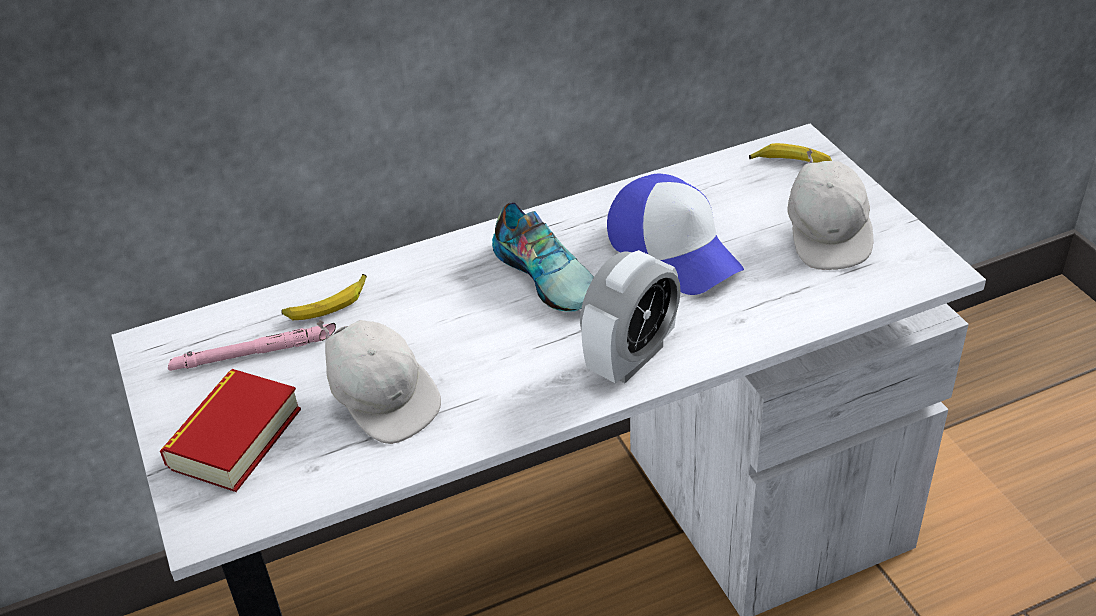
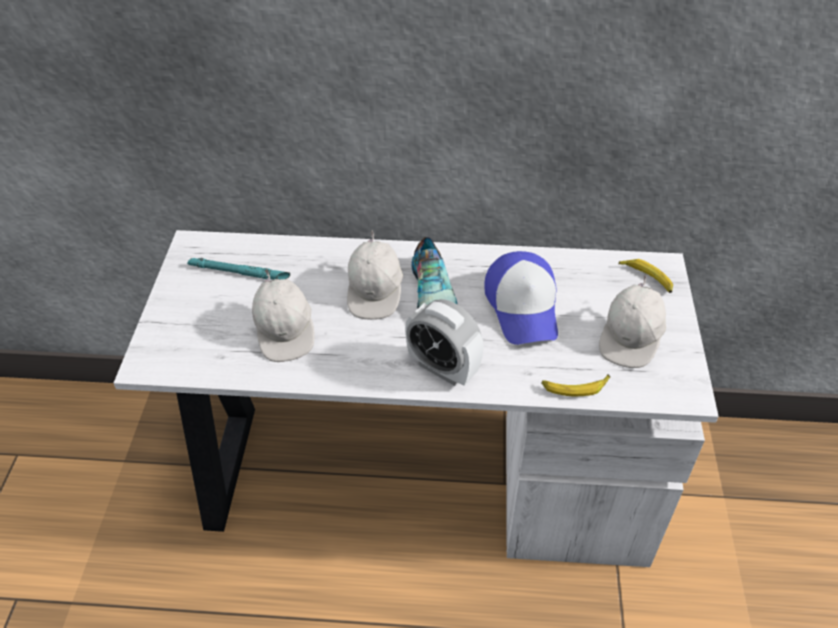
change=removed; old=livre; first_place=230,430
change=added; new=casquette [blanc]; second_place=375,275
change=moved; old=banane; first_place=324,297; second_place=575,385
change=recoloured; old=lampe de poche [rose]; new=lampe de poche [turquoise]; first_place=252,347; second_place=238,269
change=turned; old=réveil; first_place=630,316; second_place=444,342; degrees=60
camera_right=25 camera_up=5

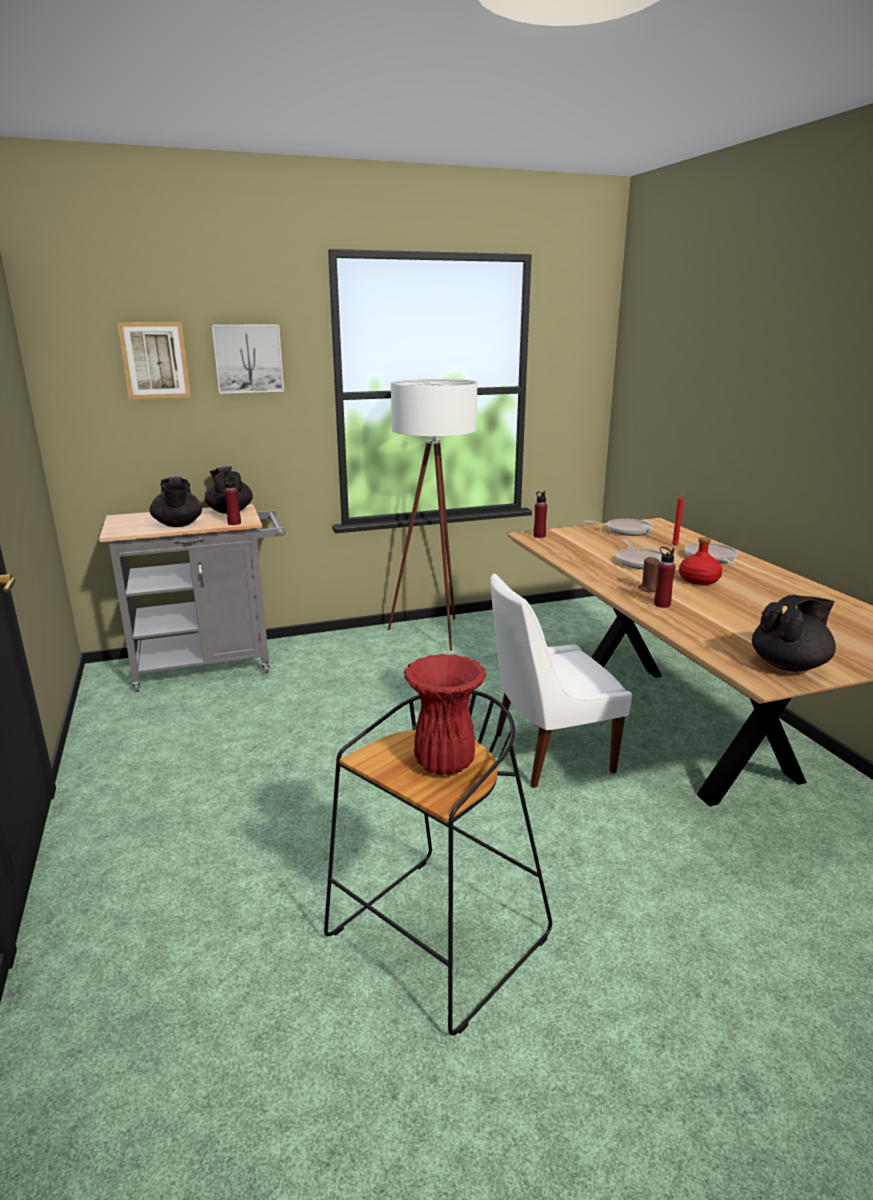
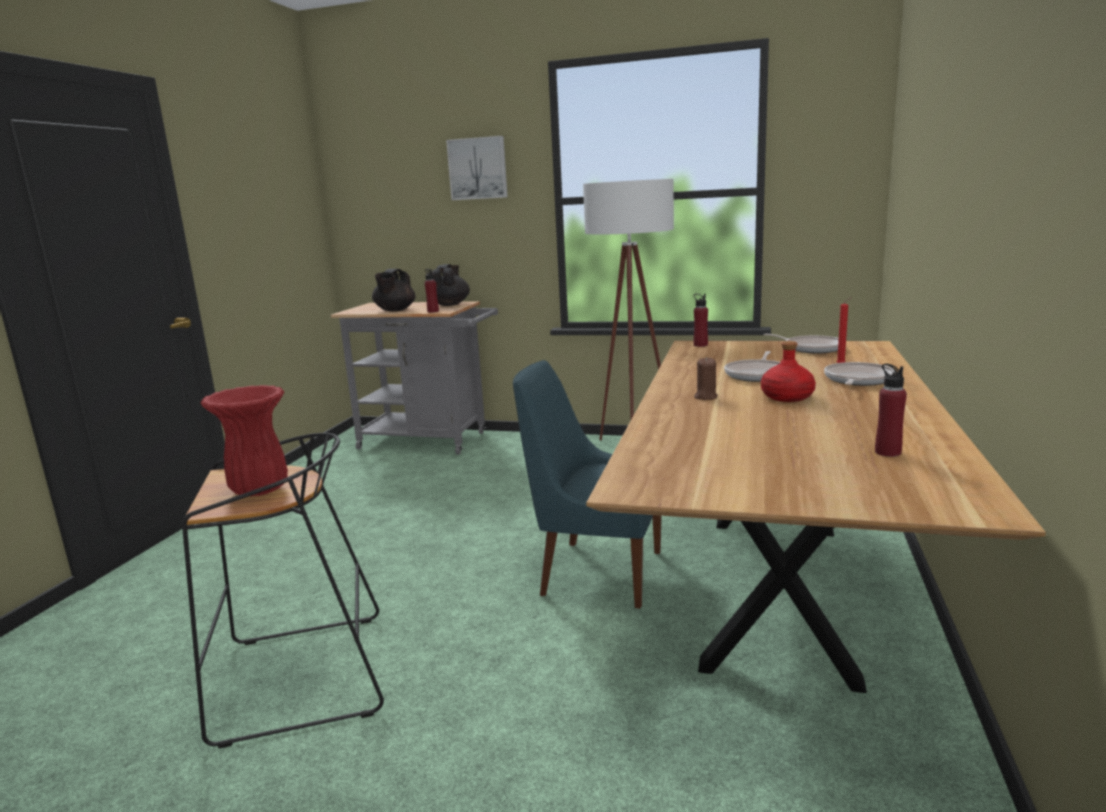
change=removed; old=tableau; first_place=154,360
change=removed; old=théière [noir]; first_place=794,633
change=moved; old=bouteille [rouge]; first_place=664,577; second_place=891,410
change=recoloured; old=chaise [blanc]; new=chaise [bleu]; first_place=561,680; second_place=587,484
camera_right=35 camera_up=-5

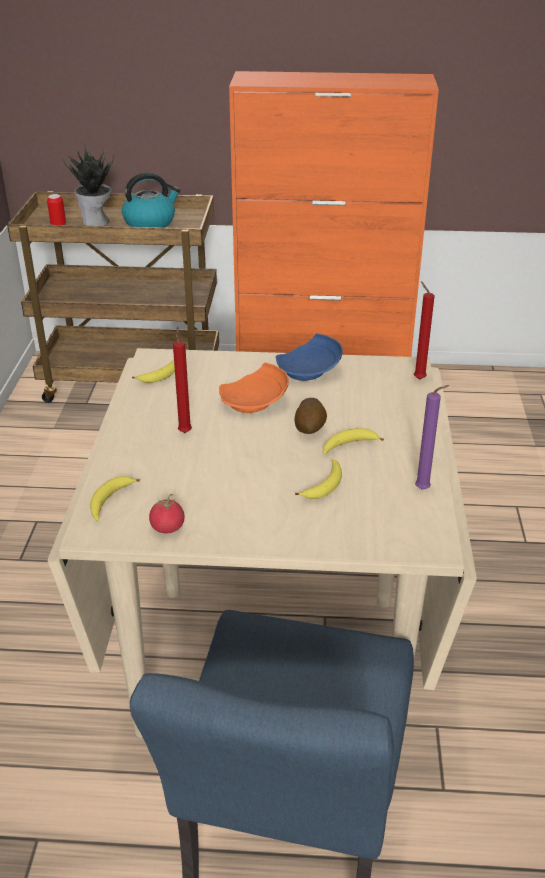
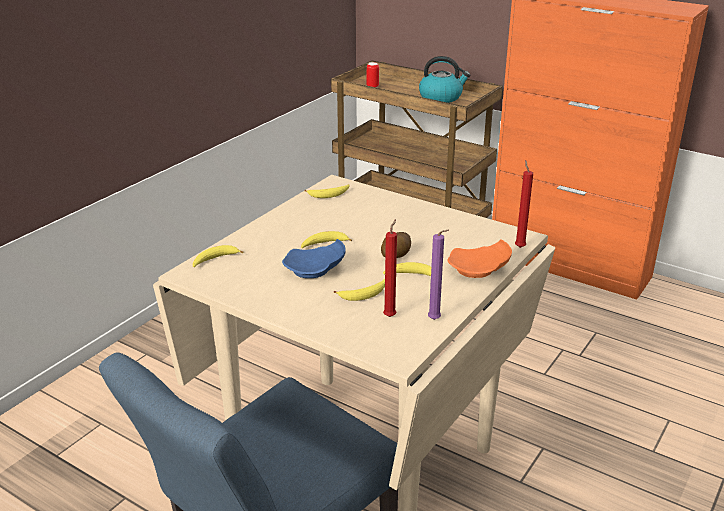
change=removed; old=plante en pot; first_place=88,184
change=removed; old=tomate; first_place=167,513
change=added; new=banane; second_place=326,239
change=moved; old=bougie [rouge]; first_place=182,380; second_place=390,268
change=moved; old=assiette [orange]; first_place=254,387; second_place=480,258
change=moved; old=assiette [bleu]; first_place=309,357; second_place=314,258
camera_right=30 camera_up=-5

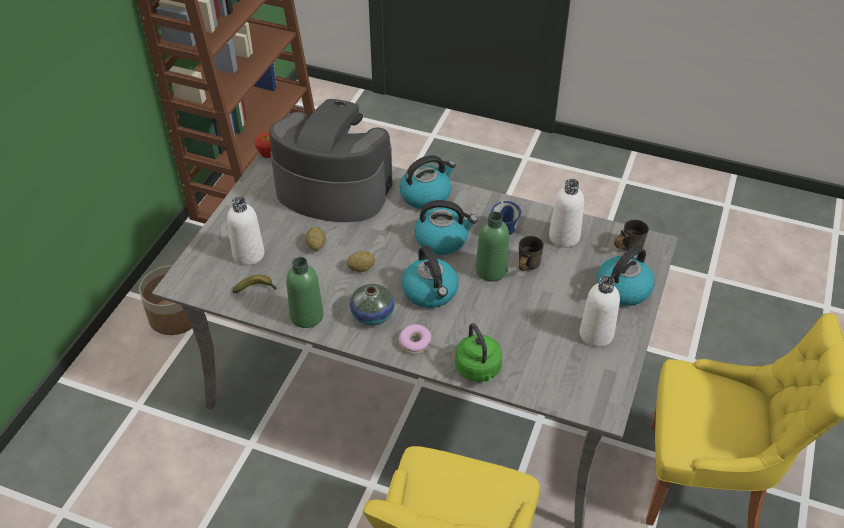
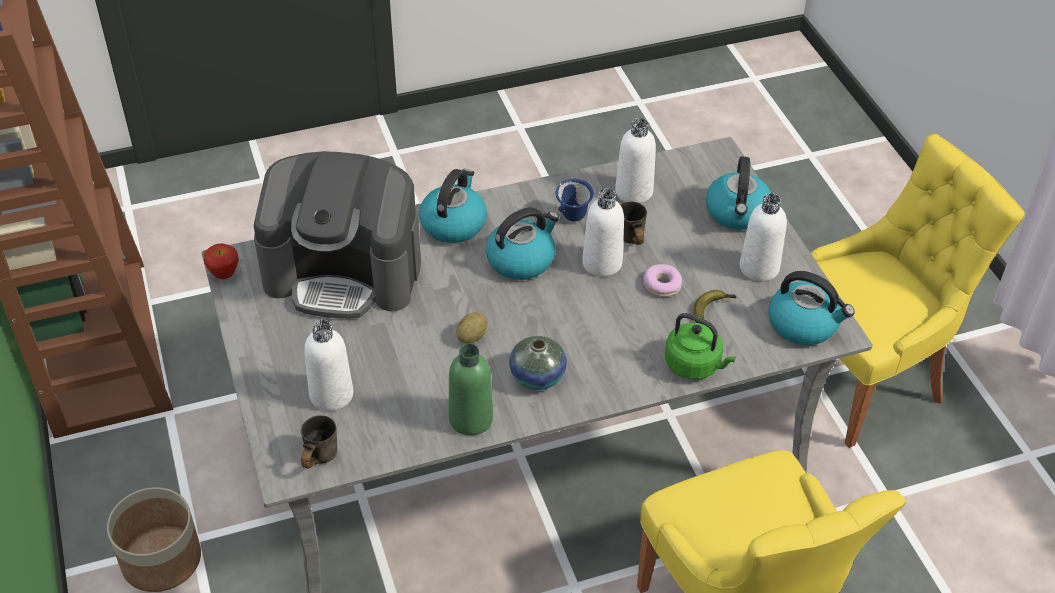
change=removed; old=pomme de terre; first_place=315,238
change=moved; old=banane; first_place=254,284; second_place=715,307
change=moved; old=beignet; first_place=415,339; second_place=663,280
change=moved; old=bouilloire; first_place=430,277; second_place=812,308
change=moved; old=mug [gris]; first_place=631,235; second_place=319,442
change=recoloured; old=bouteille [vert]; new=bouteille [blanc]; first_place=492,247; second_place=603,233
change=turned; old=machine à café; first_place=330,160; second_place=337,235; degrees=-150
camera_right=-40 camera_up=0

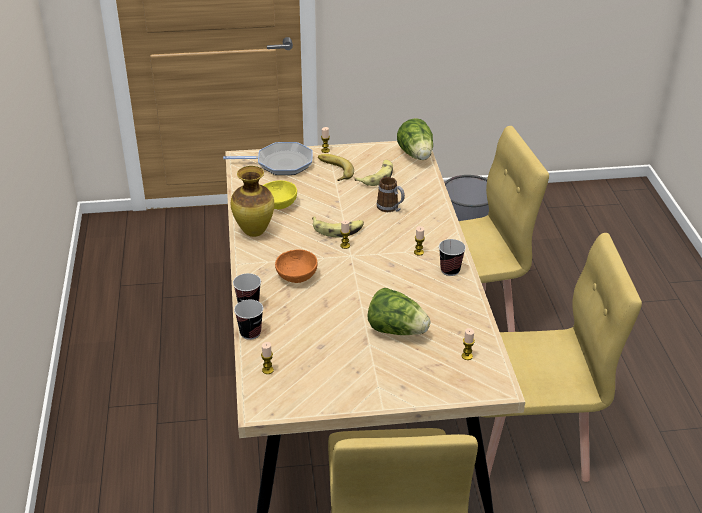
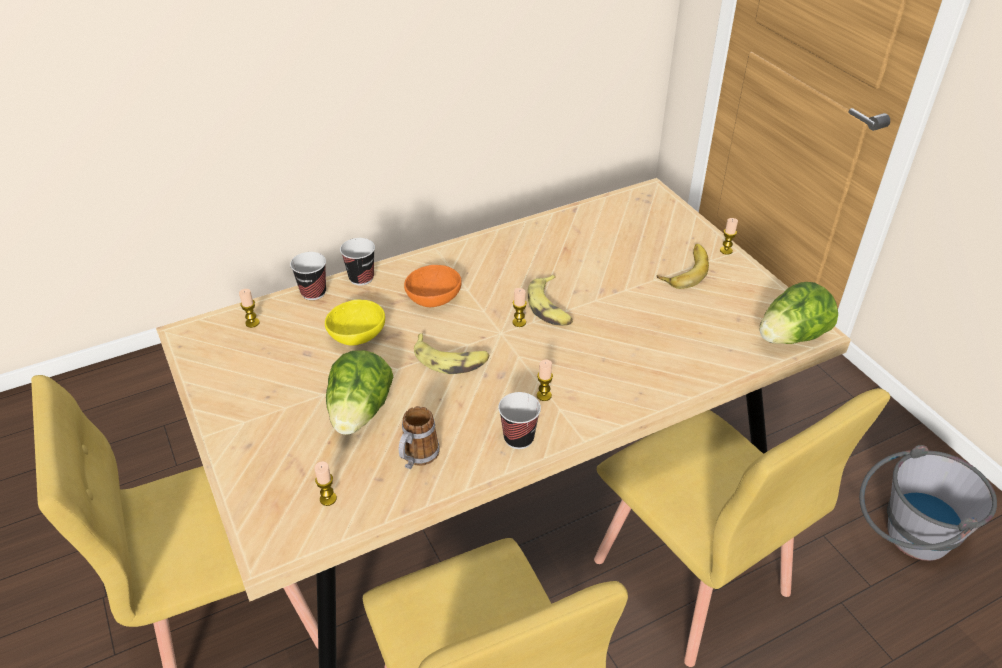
change=removed; old=poêle; first_place=268,158
change=removed; old=vase; first_place=252,201
change=moved; old=bol [jaune]; first_place=280,194; second_place=355,323
change=moved; old=banane; first_place=373,173; second_place=451,353
change=moved; old=mug; first_place=391,194; second_place=419,437
camera_right=70 camera_up=5

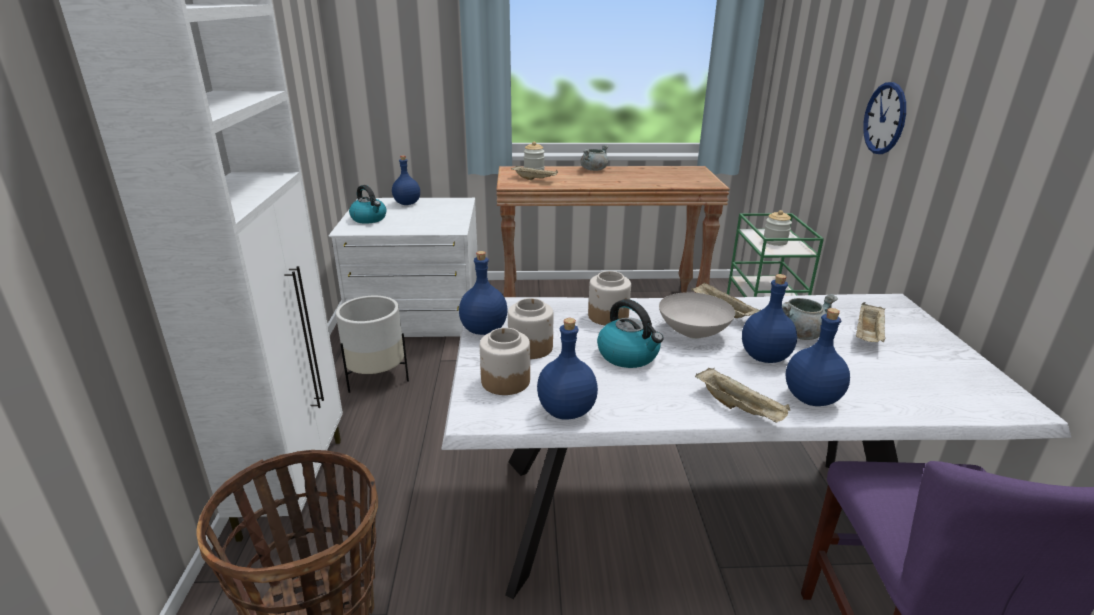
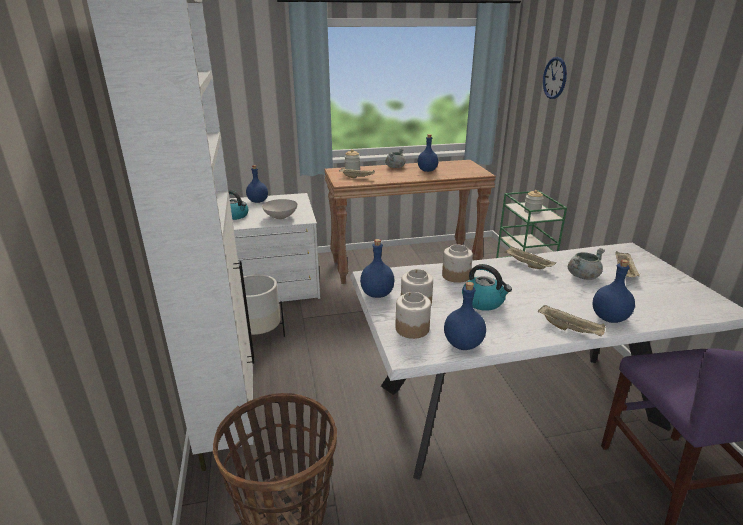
change=moved; old=bol [blanc]; first_place=697,315; second_place=280,209
change=moved; old=bouteille [bleu]; first_place=769,318; second_place=428,153
change=moved; old=horloge murale; first_place=884,118; second_place=555,78
camera_right=-10 camera_up=0

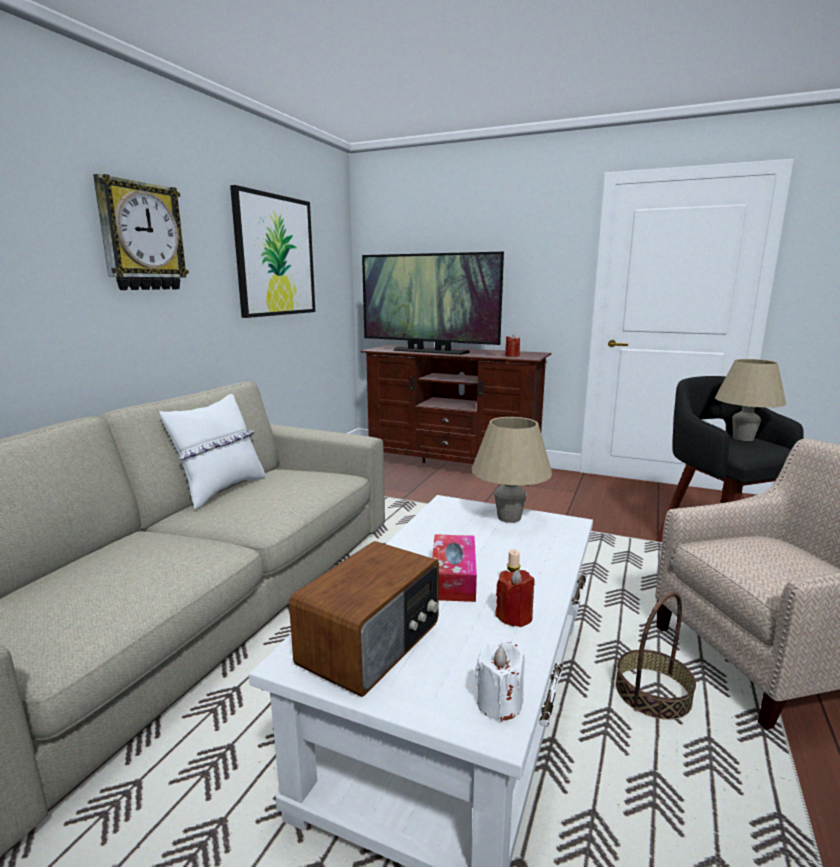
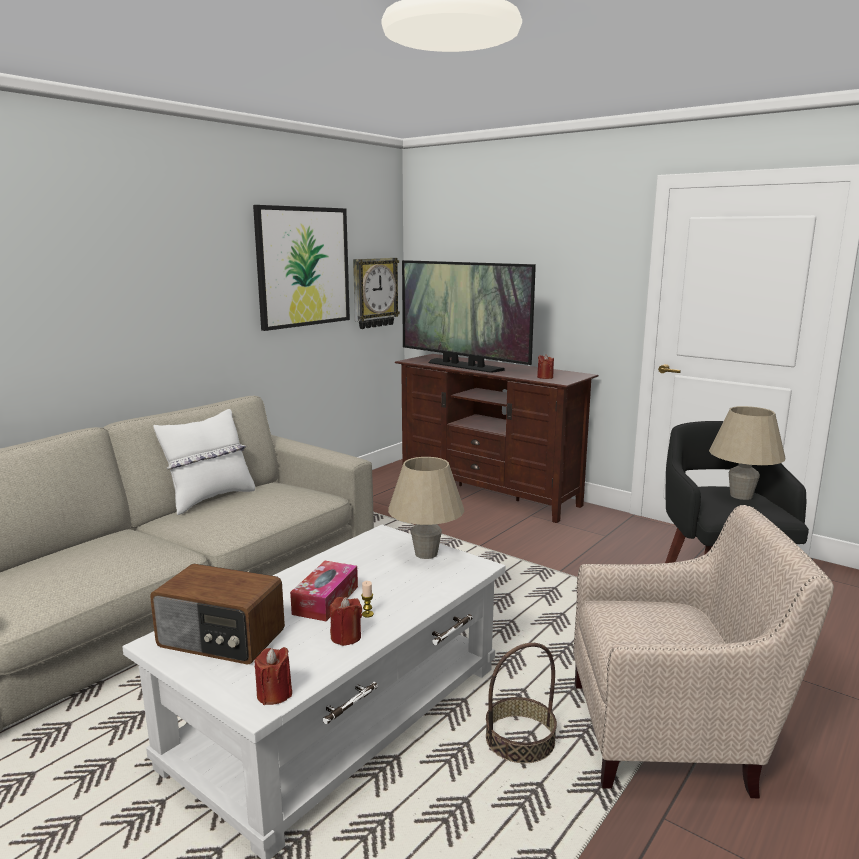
change=moved; old=horloge murale; first_place=141,232; second_place=376,293
change=recoloured; old=bougie [blanc]; new=bougie [rouge]; first_place=500,682; second_place=273,676
change=turned; old=radio; first_place=364,619; second_place=217,614; degrees=60
camera_right=15 camera_up=0

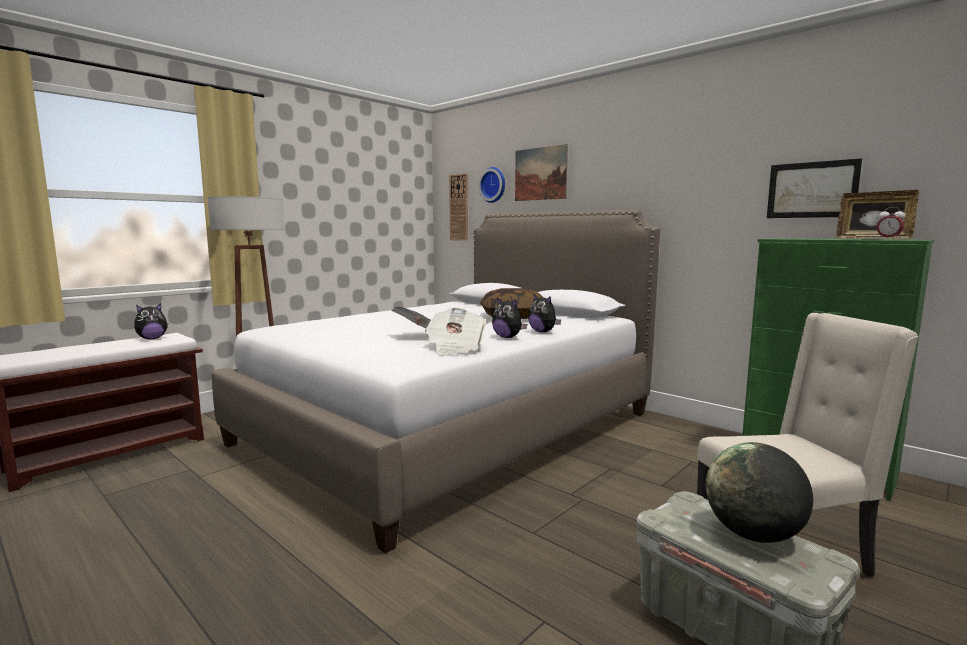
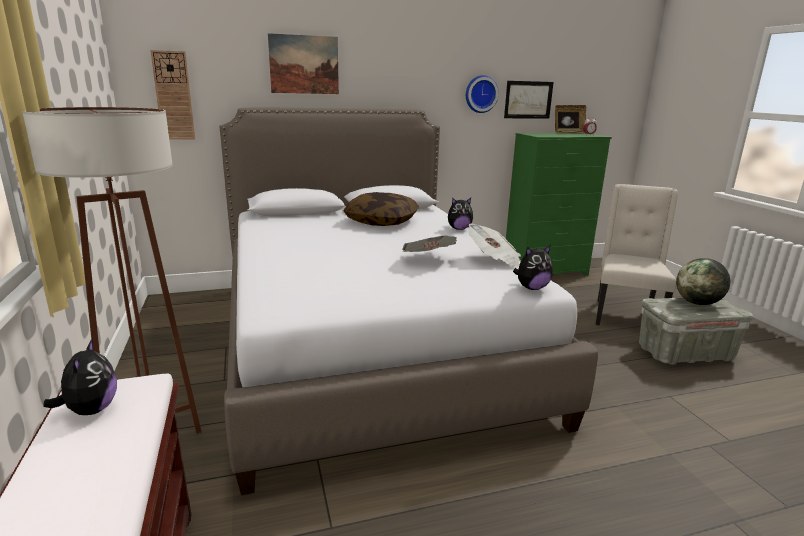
change=moved; old=horloge murale; first_place=491,185; second_place=482,94
change=moved; old=peluche; first_place=509,318; second_place=533,267
camera_right=-60 camera_up=10

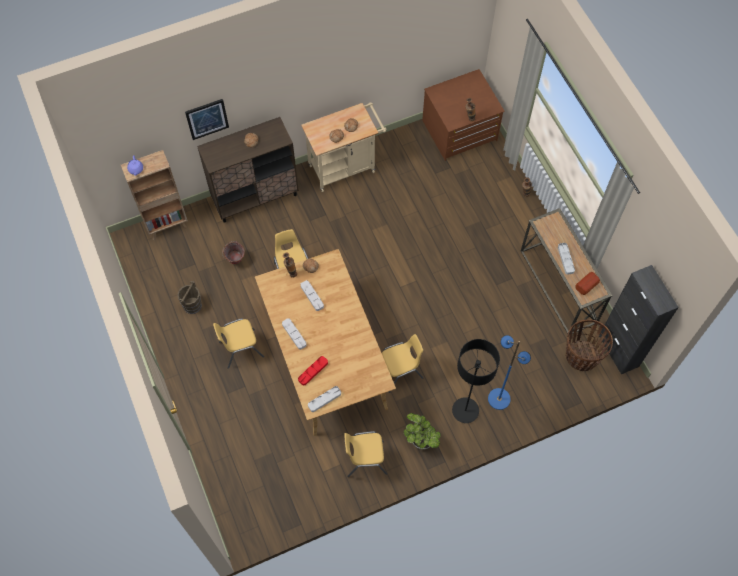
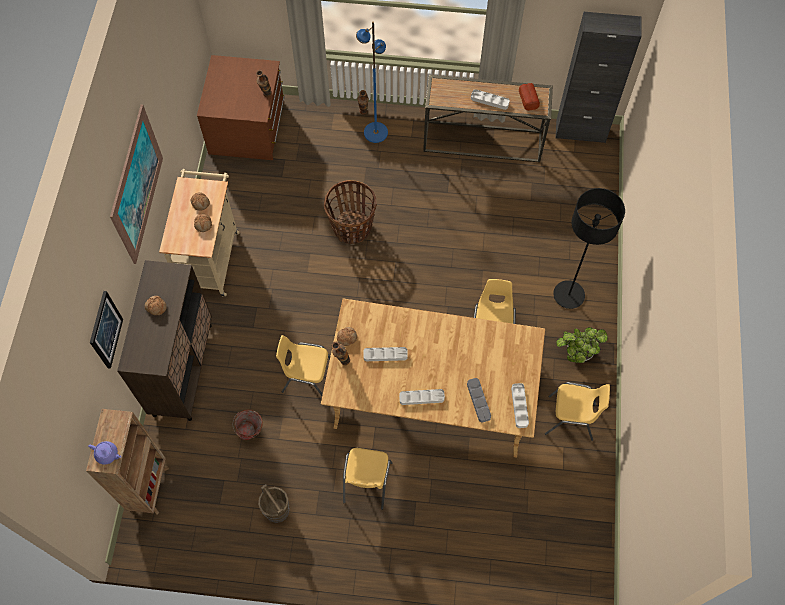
change=added; new=tableau; second_place=136,184
change=moved; old=lampadaire [bleu]; first_place=509,372; second_place=372,82
change=moved; old=panier; first_place=589,345; second_place=350,212
change=recoloured; old=plateau [rouge]; new=plateau [gris]; first_place=313,371; second_place=479,400
change=turned; old=chaise [jaune]; first_place=365,454; second_place=577,411; degrees=-105
camera_right=-60 camera_up=0

